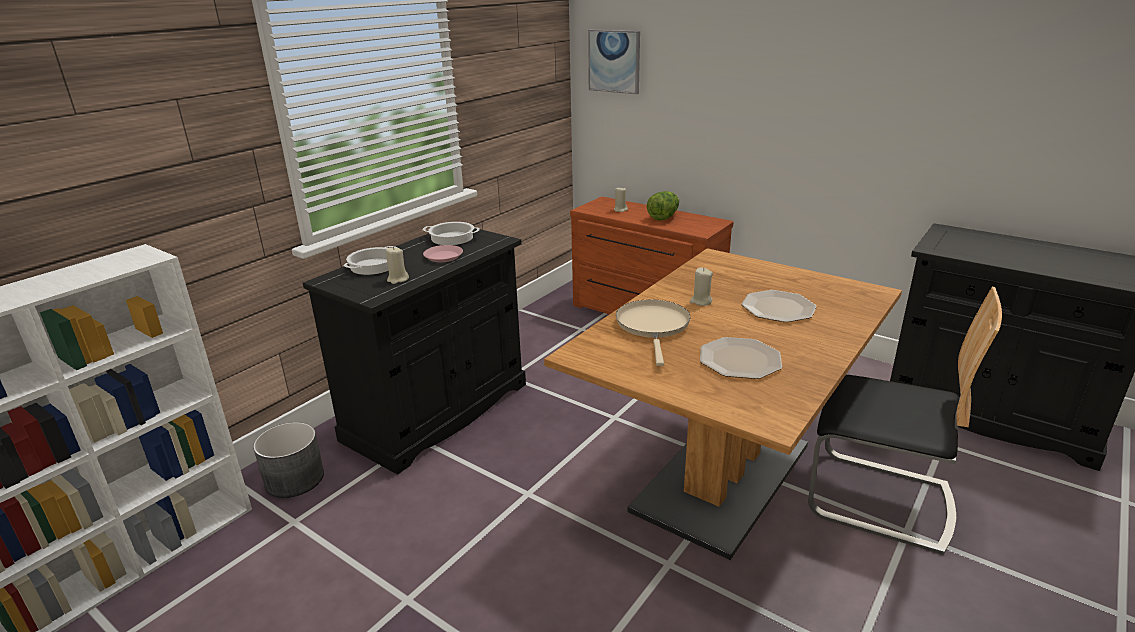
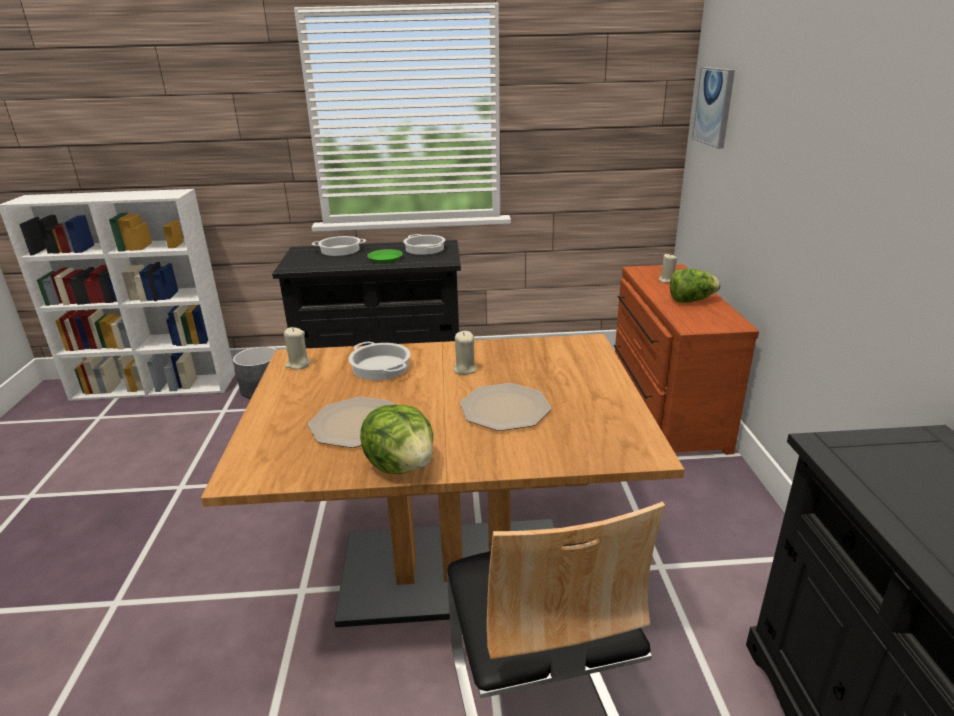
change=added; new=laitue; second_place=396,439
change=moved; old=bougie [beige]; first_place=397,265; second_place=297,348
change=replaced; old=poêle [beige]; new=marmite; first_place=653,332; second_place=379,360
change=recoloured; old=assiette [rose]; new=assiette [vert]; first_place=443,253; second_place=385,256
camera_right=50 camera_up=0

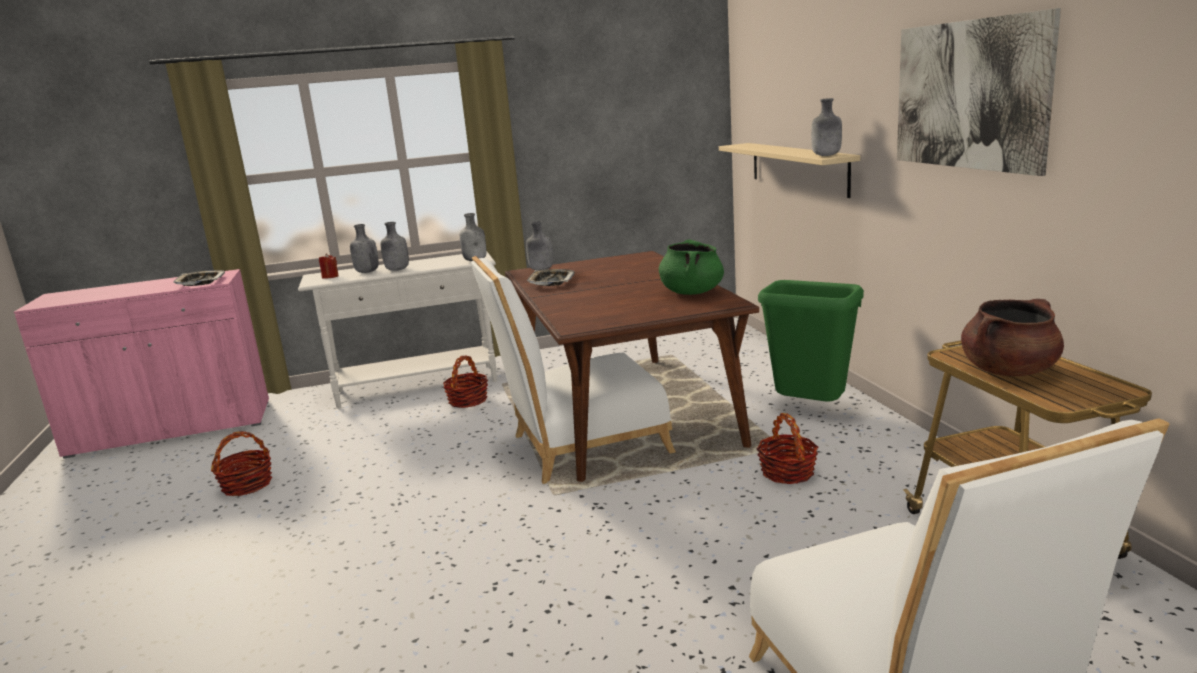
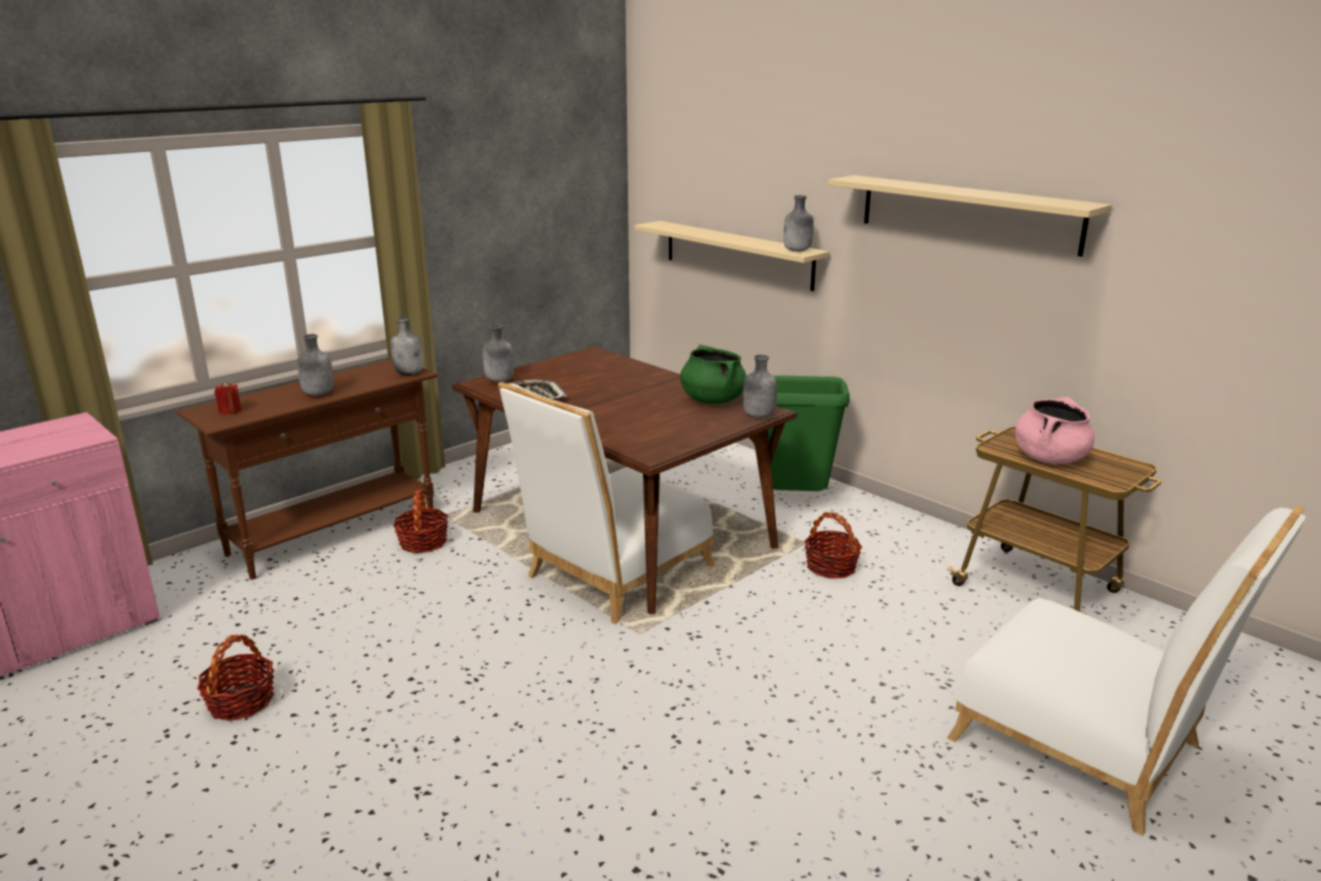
change=removed; old=plateau; first_place=199,278
change=moved; old=bouteille [gris]; first_place=364,248; second_place=760,386
change=replaced; old=tableau; new=étagère [beige]; first_place=979,92; second_place=970,215
change=recoloured; old=table console [blanc]; new=table console [marron]; first_place=397,330; second_place=306,469
change=recoloured; old=marmite [marron]; new=marmite [rose]; first_place=1012,337; second_place=1054,430
camera_right=-30 camera_up=5

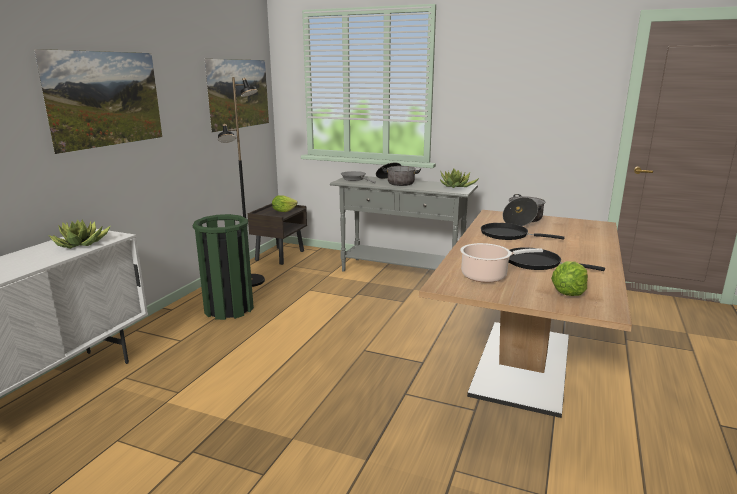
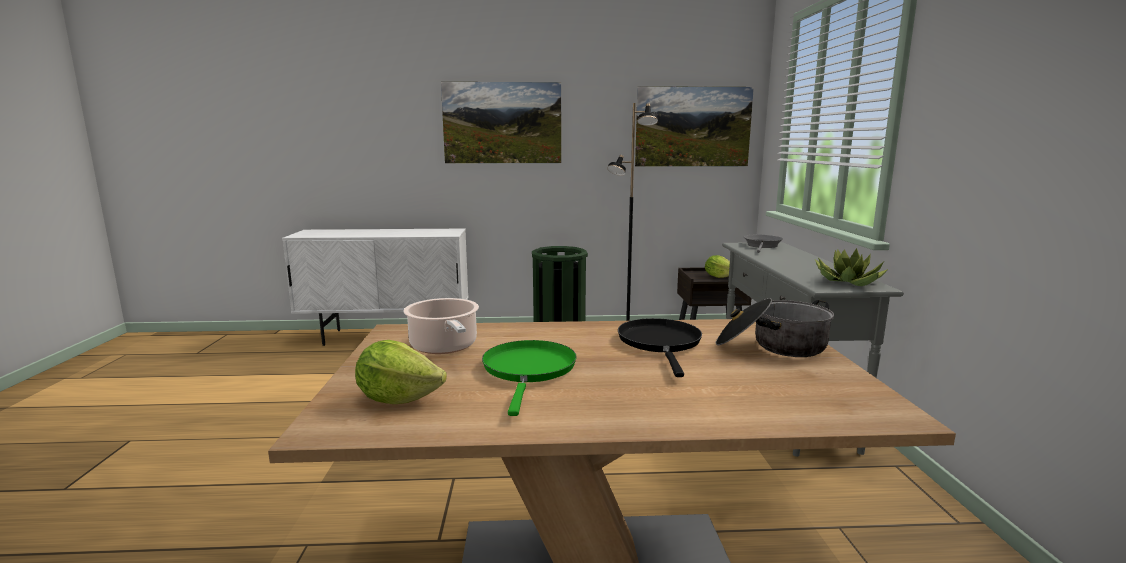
change=removed; old=plante en pot; first_place=79,234
change=removed; old=marmite; first_place=399,174
change=recoloured; old=poêle [noir]; new=poêle [vert]; first_place=556,259; second_place=529,378
camera_right=65 camera_up=-5

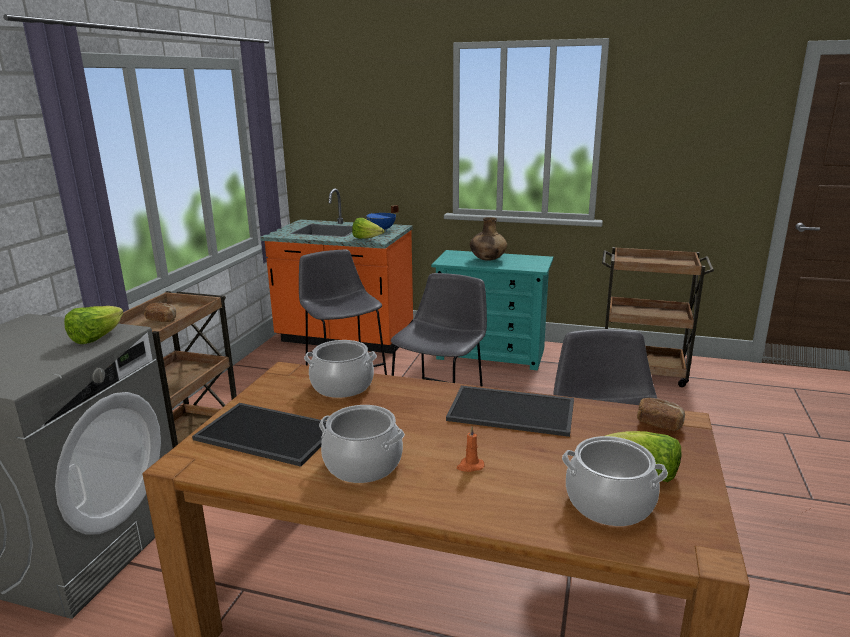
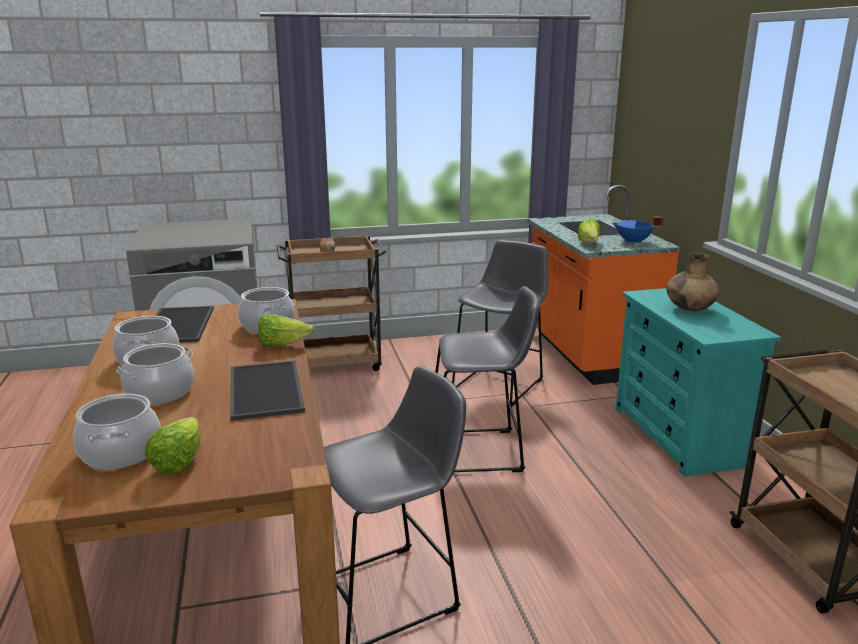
change=removed; old=pain; first_place=661,414
change=moved; old=laitue; first_place=93,325; second_place=286,330
change=replaced; old=bougie [orange]; new=marmite; first_place=471,449; second_place=155,374
camera_right=60 camera_up=0

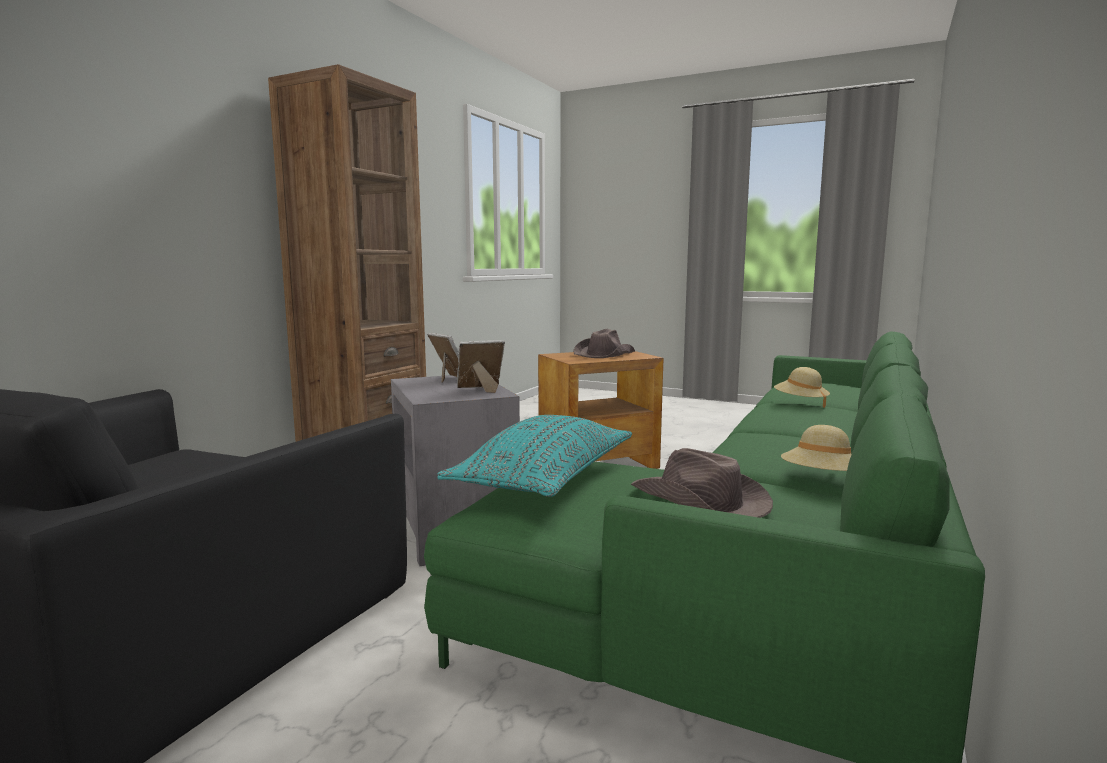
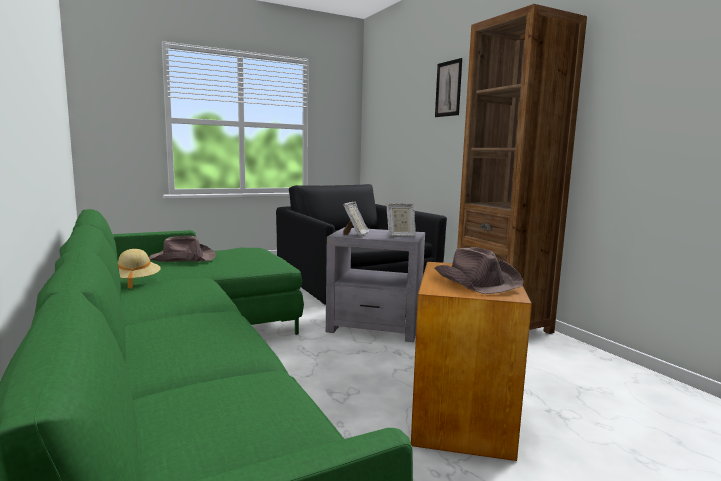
change=removed; old=coussin [turquoise]; first_place=535,456
change=removed; old=chapeau [beige]; first_place=802,387
change=added; new=tableau; second_place=448,87
camera_right=125 camera_up=0

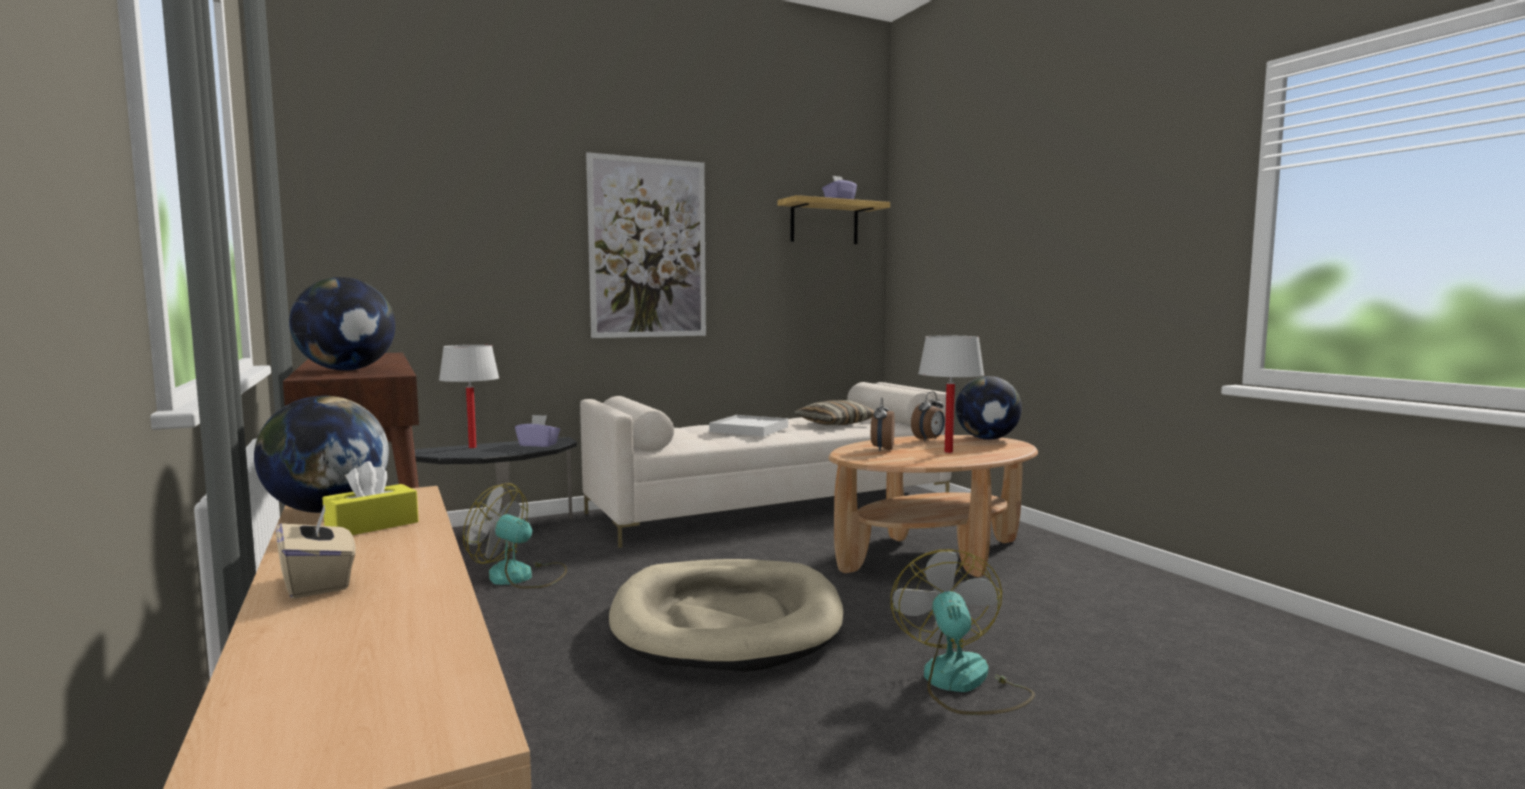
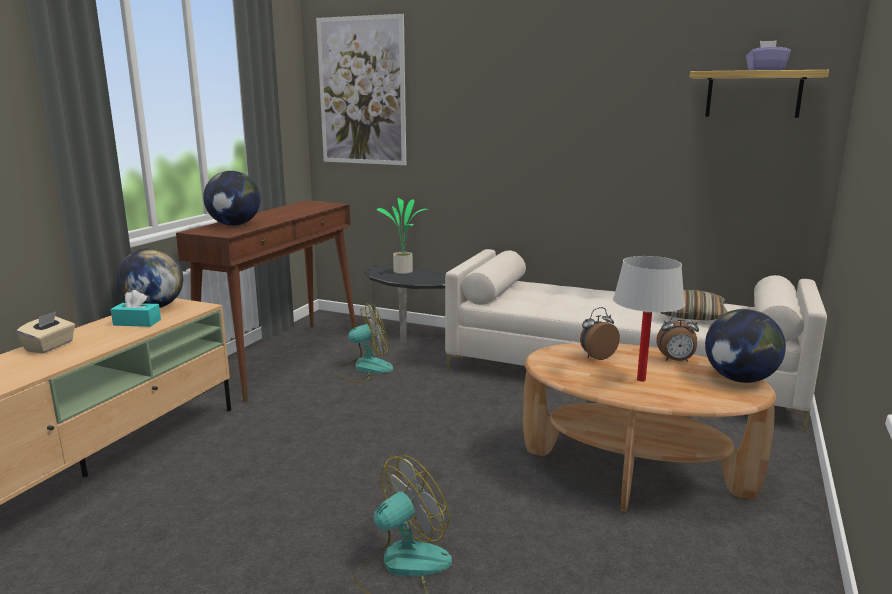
change=removed; old=boîte à mouchoirs [violet]; first_place=537,431
change=removed; old=panier pour chien [beige]; first_place=726,615
change=removed; old=plateau [blanc]; first_place=748,426
change=moved; old=tableau; first_place=646,245; second_place=361,89
change=replaced; old=lampe de table [blanc]; new=plante en pot; first_place=469,396; second_place=402,236
change=recoloured; old=boîte à mouchoirs [jaune]; new=boîte à mouchoirs [turquoise]; first_place=370,498; second_place=136,308
change=turned; old=ventilateur; first_place=515,536; second_place=364,343; degrees=90
camera_right=50 camera_up=10

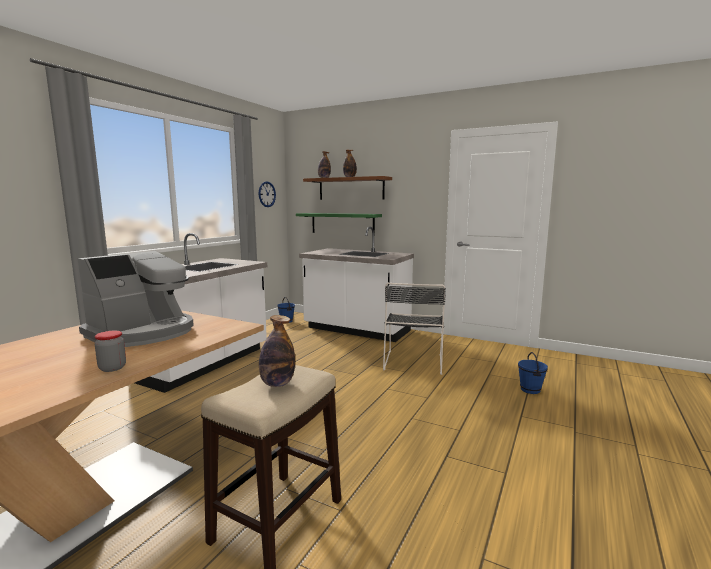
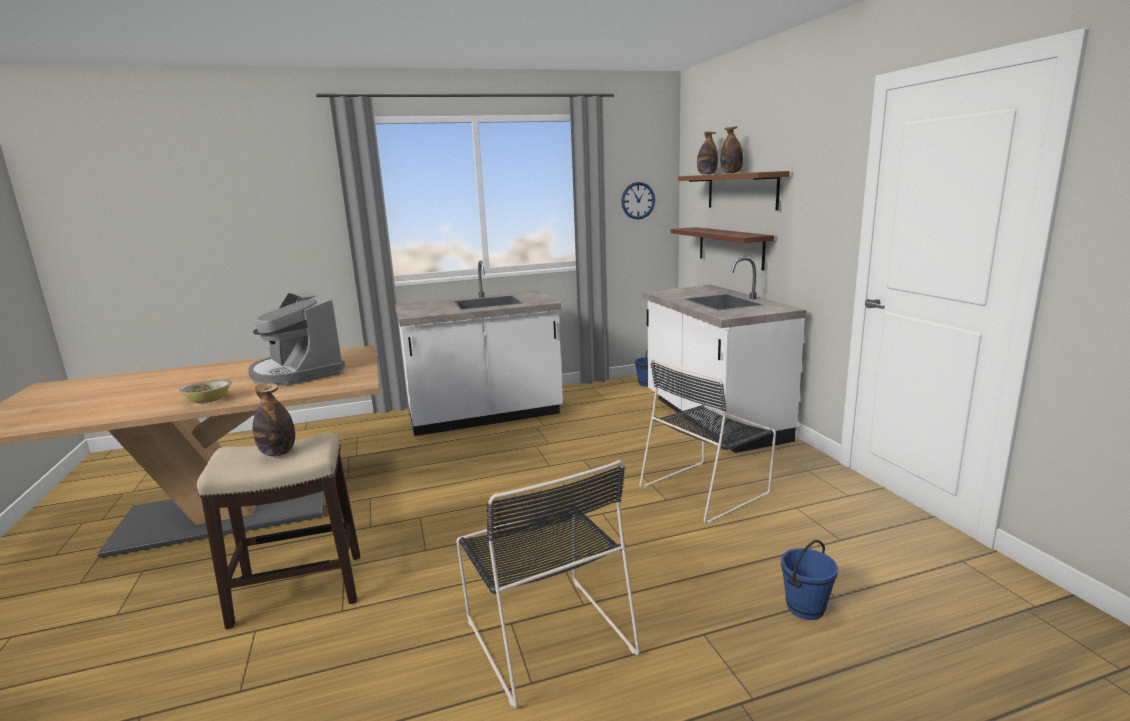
change=added; new=chaise [noir]; second_place=548,584
change=replaced; old=bocal; new=bol; first_place=110,351; second_place=205,391
change=recoloured; old=étagère [vert]; new=étagère [marron]; first_place=339,224; second_place=722,249
change=turned; old=machine à café; first_place=135,299; second_place=296,339; degrees=60
camera_right=45 camera_up=5

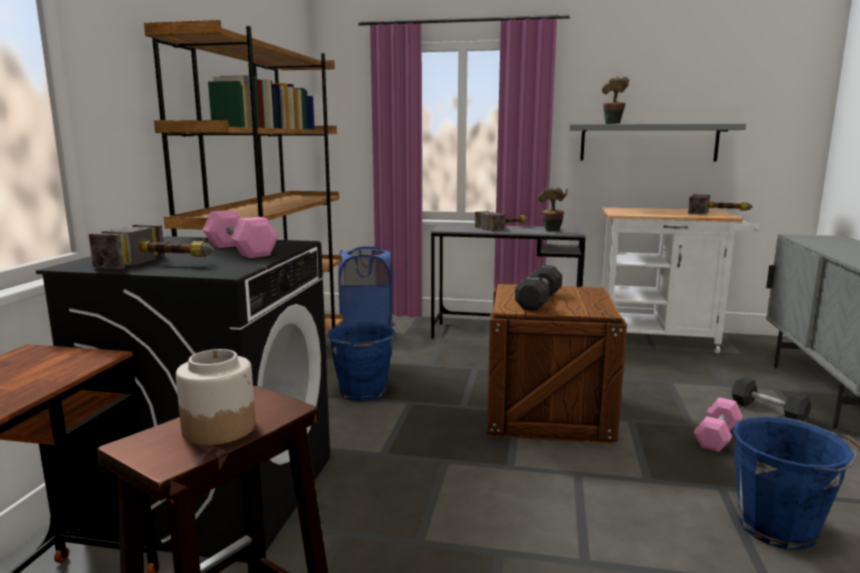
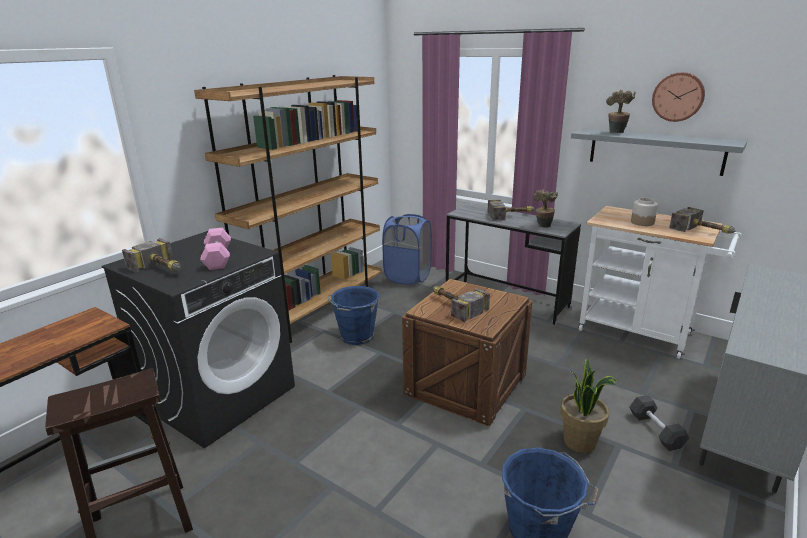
change=added; new=horloge murale; second_place=678,97
change=moved; old=bocal; first_place=215,397; second_place=644,212
change=replaced; old=haltère [noir]; new=marteau; first_place=538,288; second_place=461,304
change=replaced; old=haltère [rose]; new=plante en pot; first_place=718,424; second_place=588,405
camera_right=25 camera_up=10

